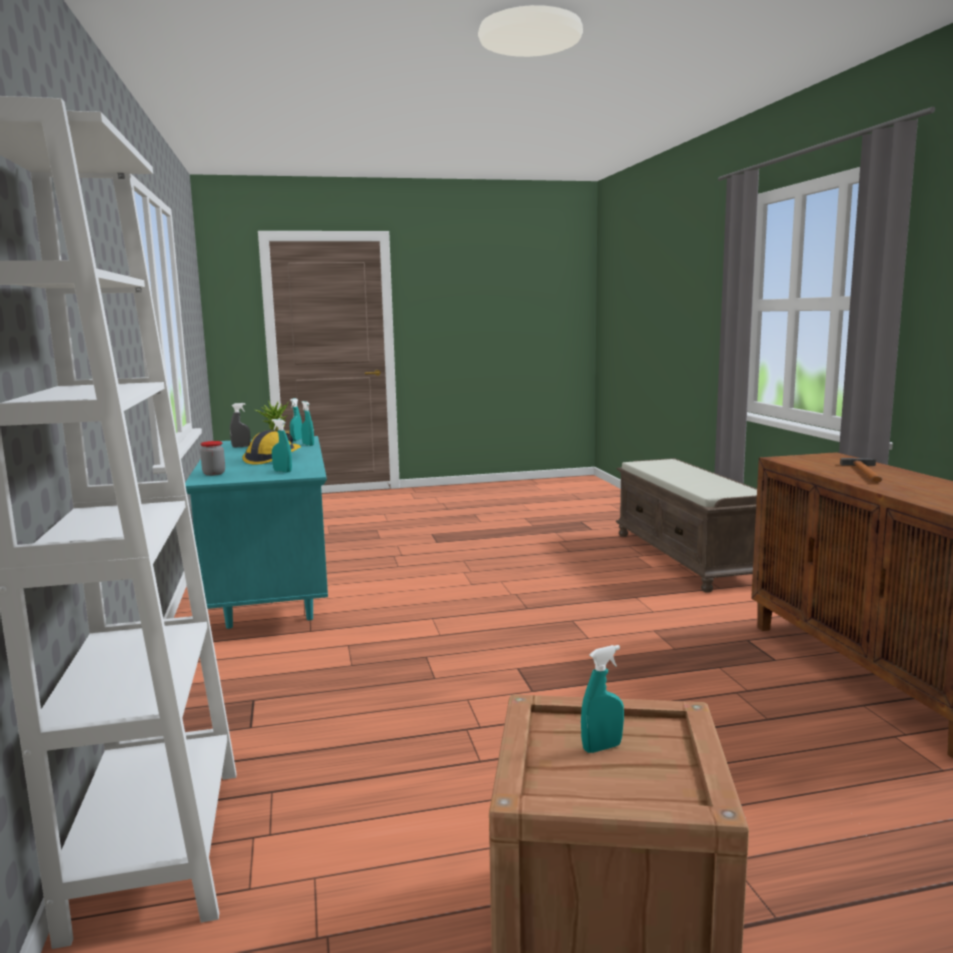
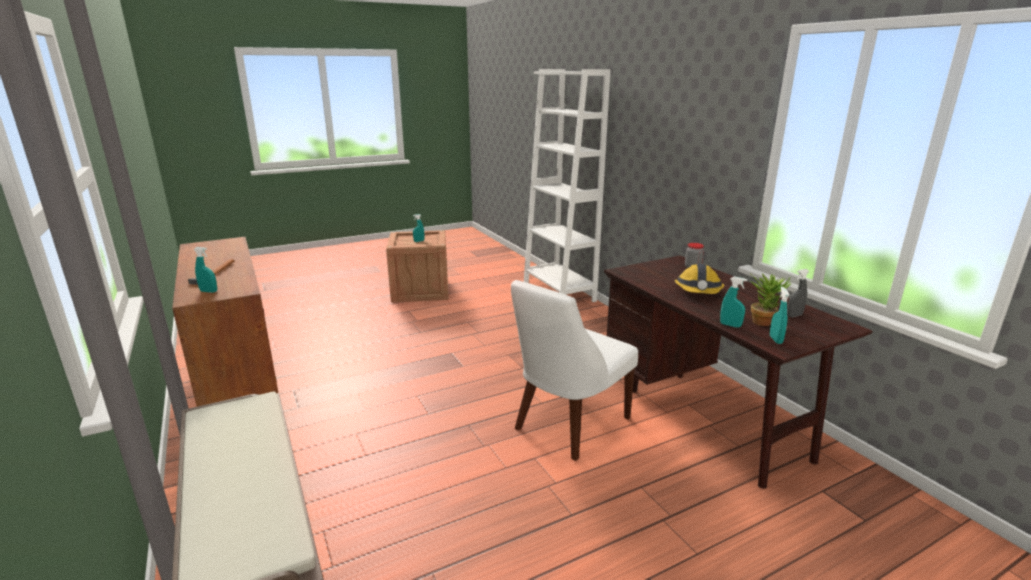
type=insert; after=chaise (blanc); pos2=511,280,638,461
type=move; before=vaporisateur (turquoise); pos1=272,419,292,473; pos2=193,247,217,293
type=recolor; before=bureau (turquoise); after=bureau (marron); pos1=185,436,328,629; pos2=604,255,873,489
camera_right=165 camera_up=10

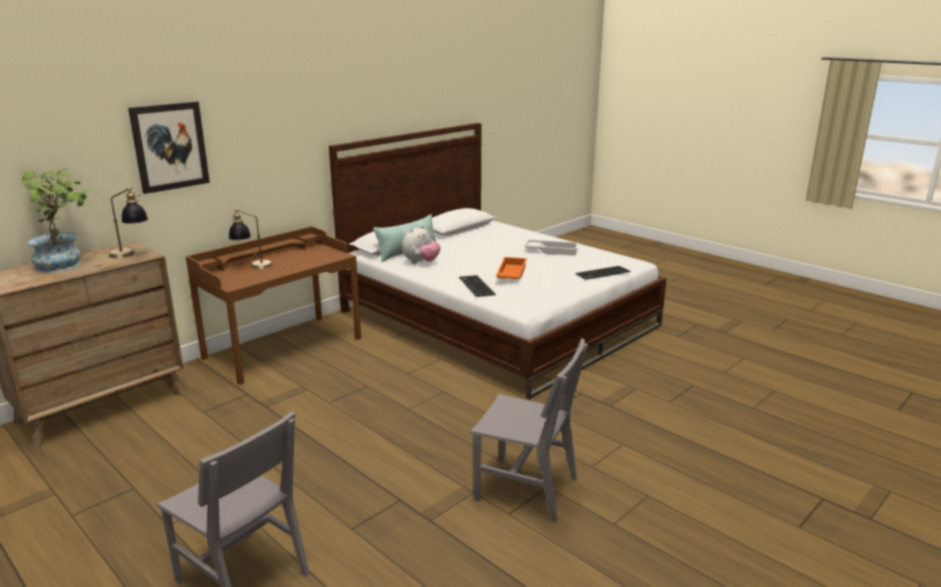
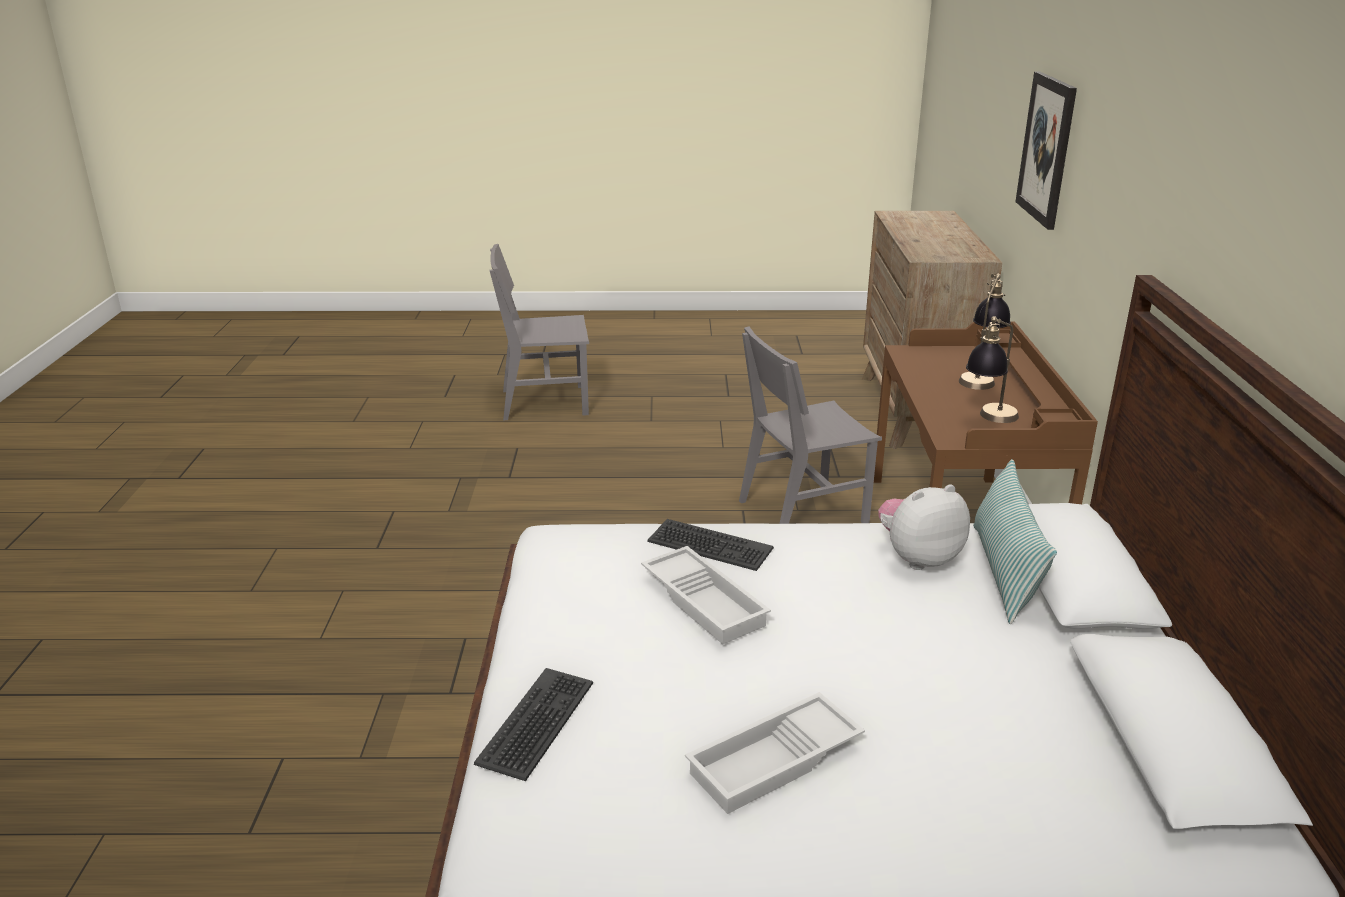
type=delete; before=plante en pot; pos1=19,169,91,272
type=move; before=lampe de table; pos1=109,187,148,258; pos2=966,316,1019,423
type=move; before=chaise (gris); pos1=470,338,588,523; pos2=739,326,882,524
type=recolor; before=plateau (orange); after=plateau (blanc); pos1=496,257,527,279; pos2=641,546,771,644
type=rotate; before=peluche; pos1=402,225,441,264; pos2=878,484,970,570; turn=75
camera_right=135 camera_up=5

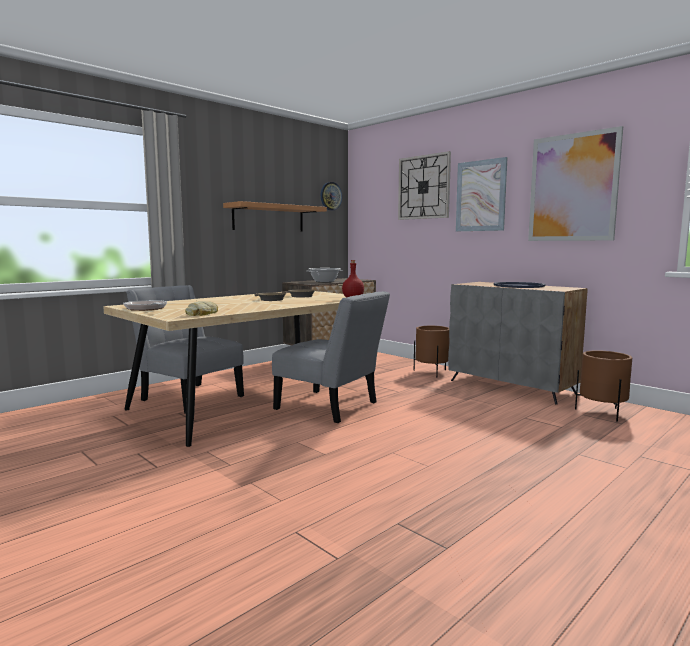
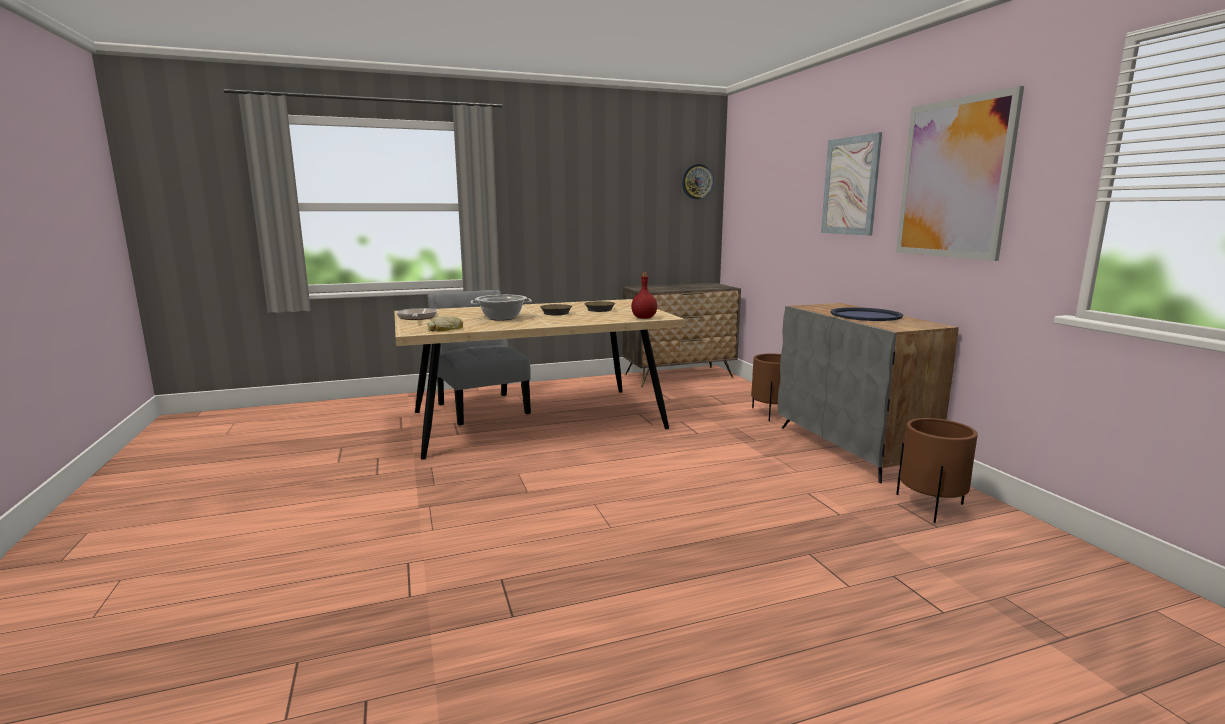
type=delete; before=étagère; pos1=223,201,327,231
type=delete; before=chaise (gris); pos1=272,291,390,423
type=delete; before=horloge murale; pos1=398,151,451,220
type=move; before=marmite; pos1=307,268,343,282; pos2=471,295,532,321
camera_right=25 camera_up=5

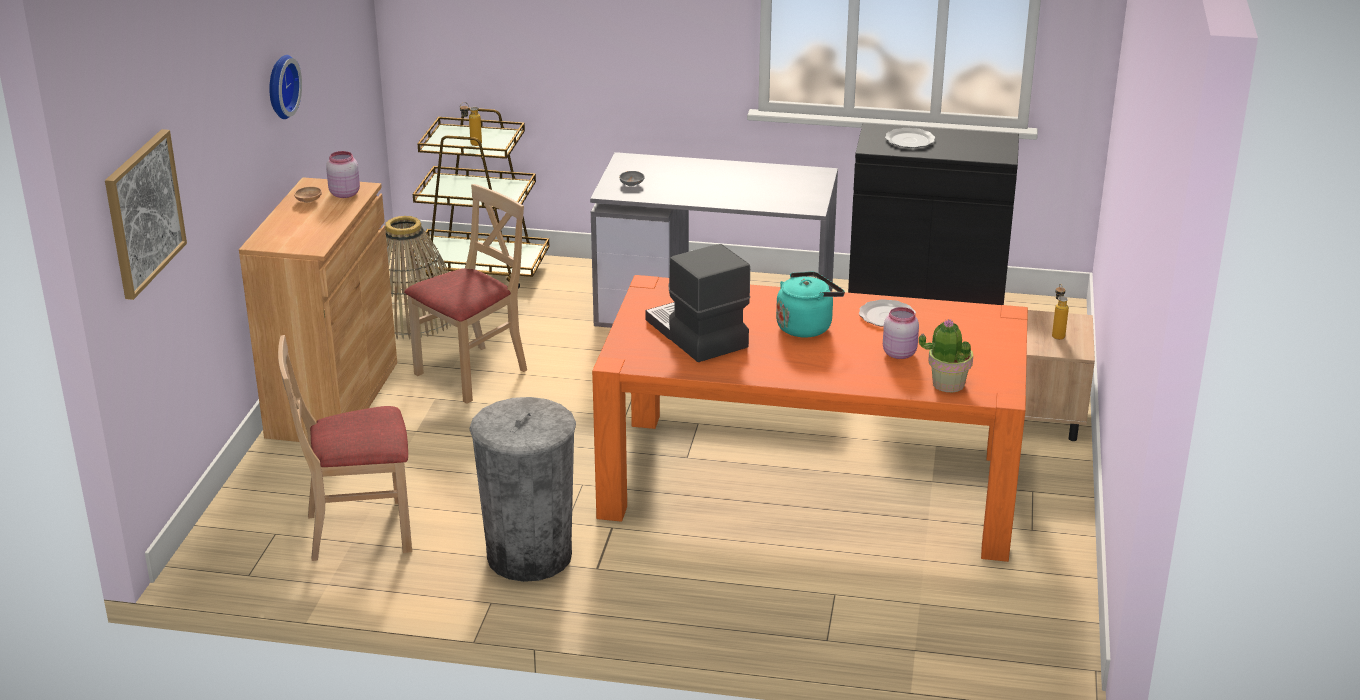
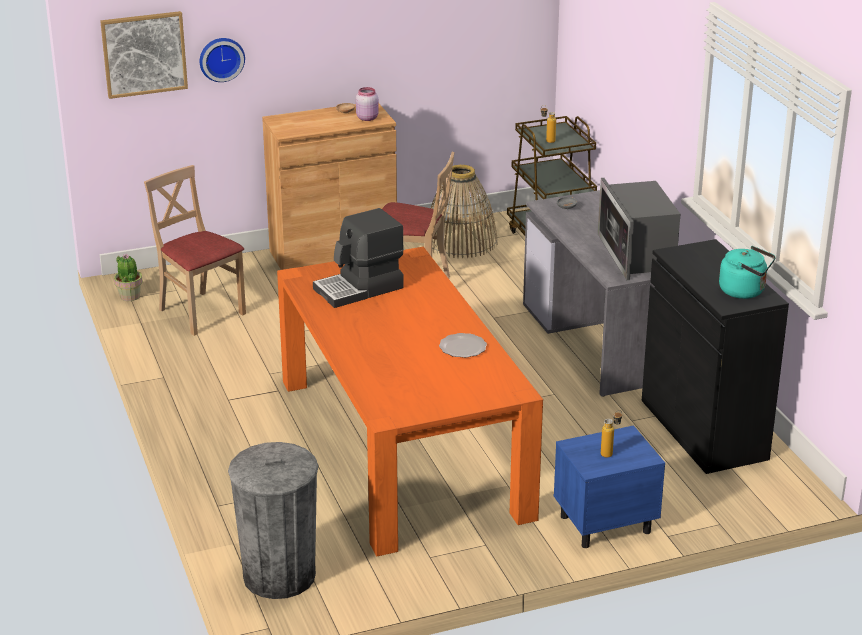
type=delete; before=bocal (rose); pos1=883,307,919,359
type=delete; before=assiette; pos1=885,128,935,148
type=insert; after=micro-ondes; pos2=598,178,680,280
type=move; before=horloge murale; pos1=269,55,302,119; pos2=200,38,245,82
type=move; before=poubelle (gris); pos1=470,397,576,582; pos2=228,442,319,599
type=move; before=bouilloire (turquoise); pos1=776,271,845,337; pos2=719,246,776,299
type=move; before=plante en pot; pos1=919,319,973,392; pos2=114,254,143,301
type=recolor; before=table de chevet (beige); after=table de chevet (bleu); pos1=1025,310,1095,441; pos2=554,425,665,548
type=rotate; before=machine à café; pos1=645,244,750,362; pos2=313,208,404,308; turn=-150
camera_right=60 camera_up=0

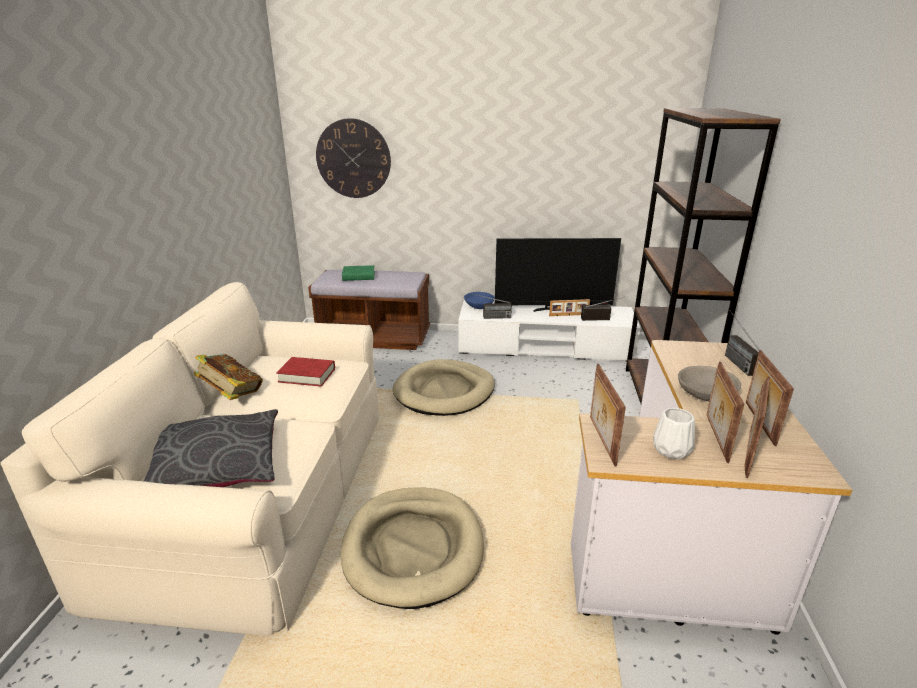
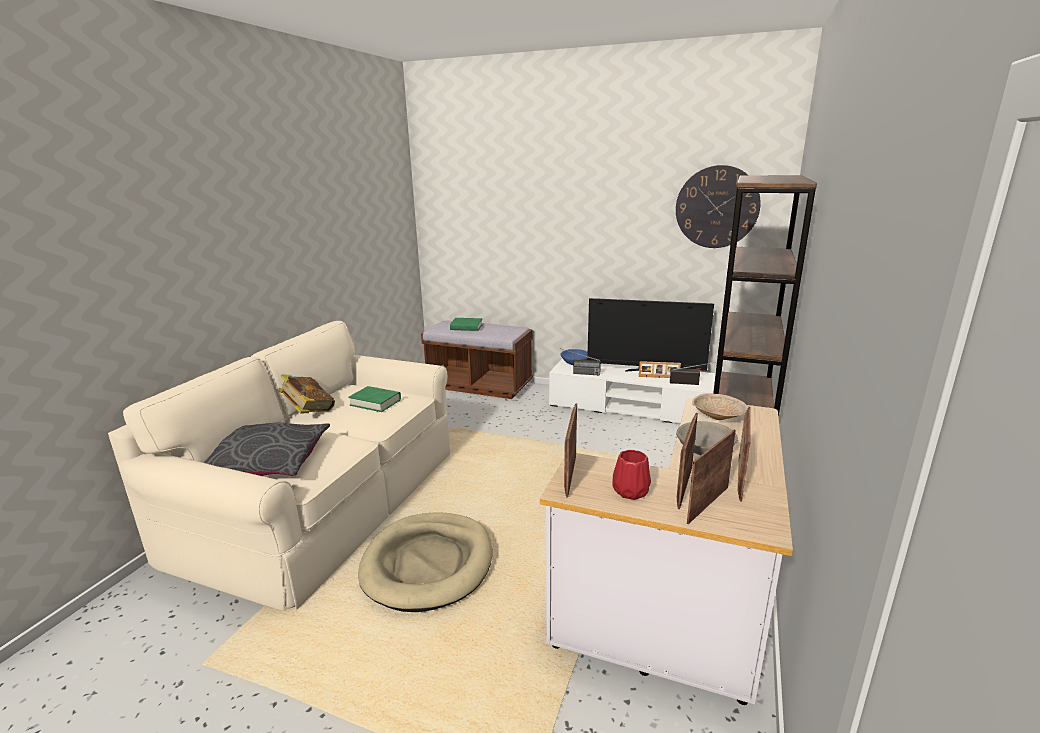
type=delete; before=panier pour chien (beige); pos1=393,359,495,416
type=delete; before=radio; pos1=725,310,760,376
type=insert; after=bol (beige); pos2=692,393,748,420
type=move; before=horloge murale; pos1=316,118,391,198; pos2=676,165,761,248
type=recolor; before=livre (rouge); after=livre (vert); pos1=276,357,335,386; pos2=348,386,401,412
type=recolor; before=vase (blanc); after=vase (rouge); pos1=653,408,695,459; pos2=612,450,651,500
camera_right=15 camera_up=-5

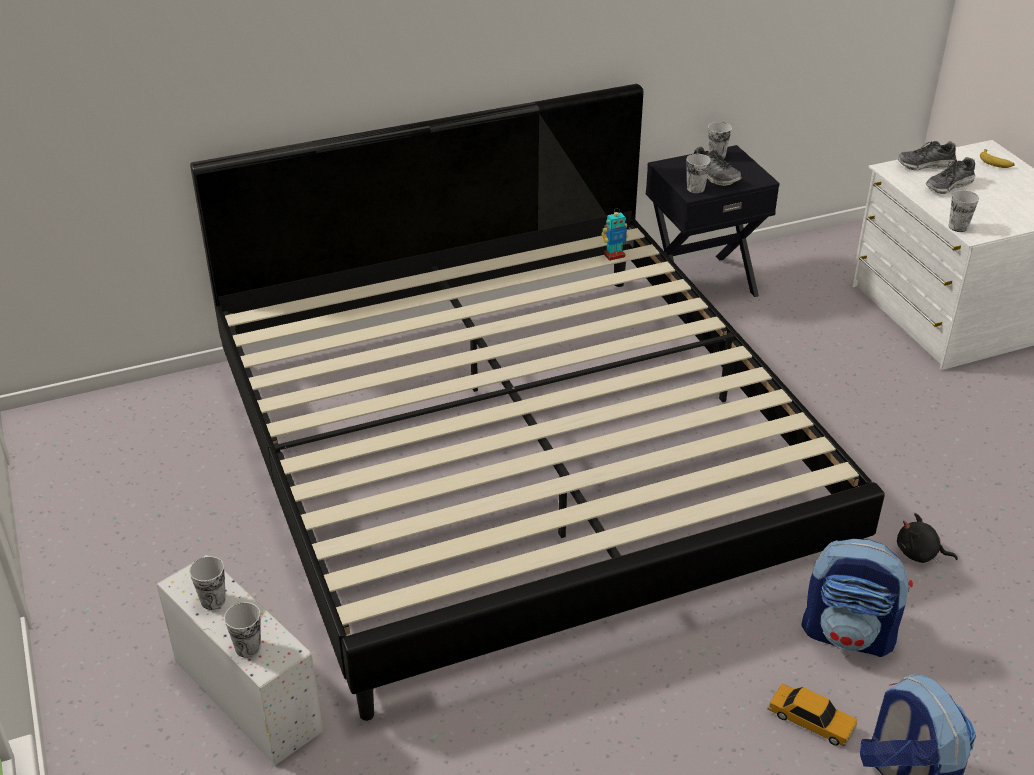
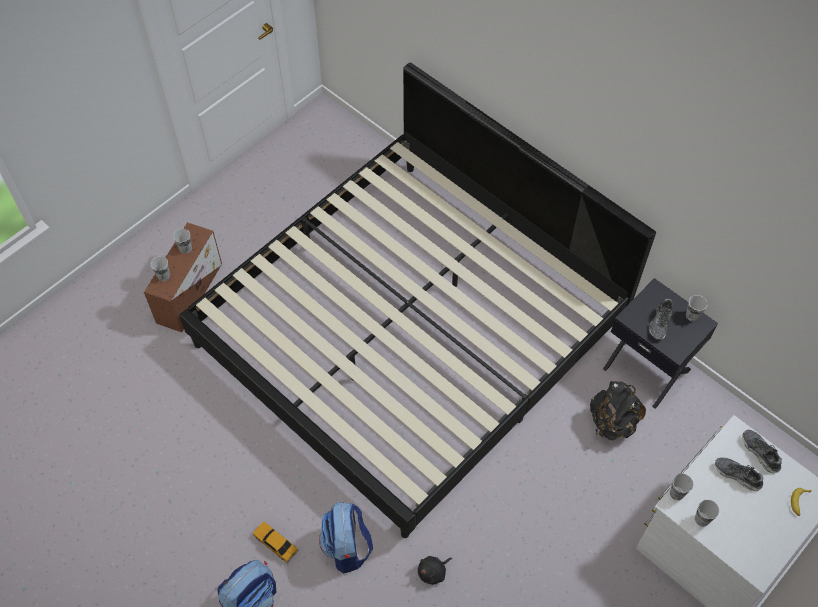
type=delete; before=robot jouet; pos1=602,208,628,261
type=insert; after=sac à dos (noir); pos2=590,381,646,440
type=move; before=tasse; pos1=686,154,711,193; pos2=695,499,719,526
type=recolor; before=boîte de rangement (blanc); after=boîte de rangement (marron); pos1=157,555,323,765; pos2=144,222,222,332
type=rotate; before=petite voiture; pos1=767,684,857,746; pos2=253,522,299,563; turn=120
type=rotate; before=peluche (noir); pos1=897,513,958,563; pos2=418,556,453,585; turn=-120
camera_right=65 camera_up=20

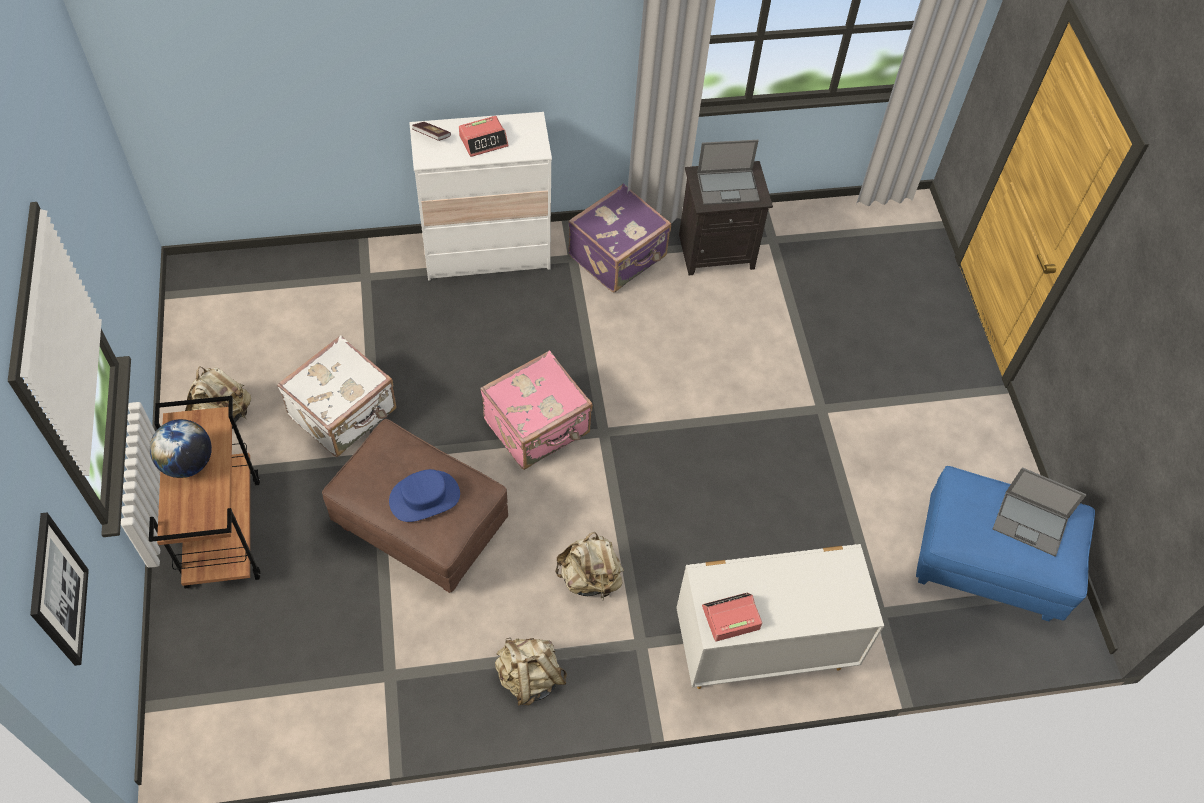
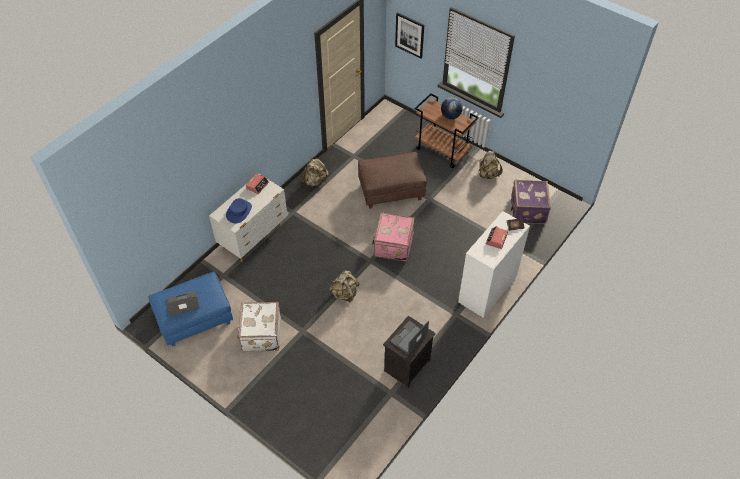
type=move; before=valise (blanc); pos1=277,335,397,457; pos2=237,302,281,352
type=move; before=chapeau (bleu); pos1=389,469,460,522; pos2=226,198,252,223
type=move; before=sac à dos (beige); pos1=555,532,624,600; pos2=329,270,359,303
type=move; before=valise (violet); pos1=568,184,671,292; pos2=510,180,551,224
camera_right=140 camera_up=-5

